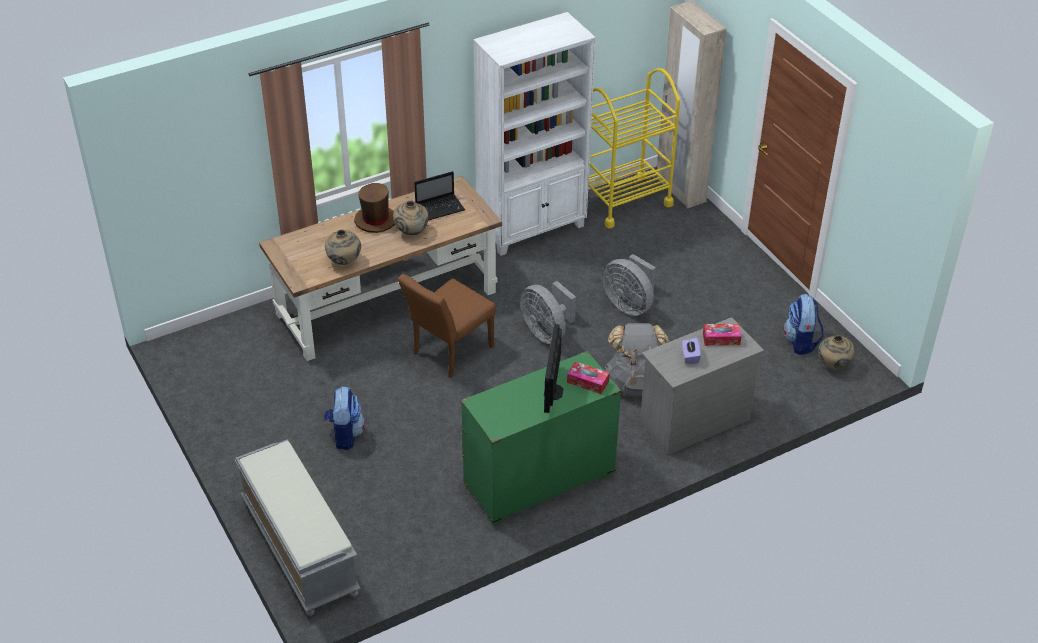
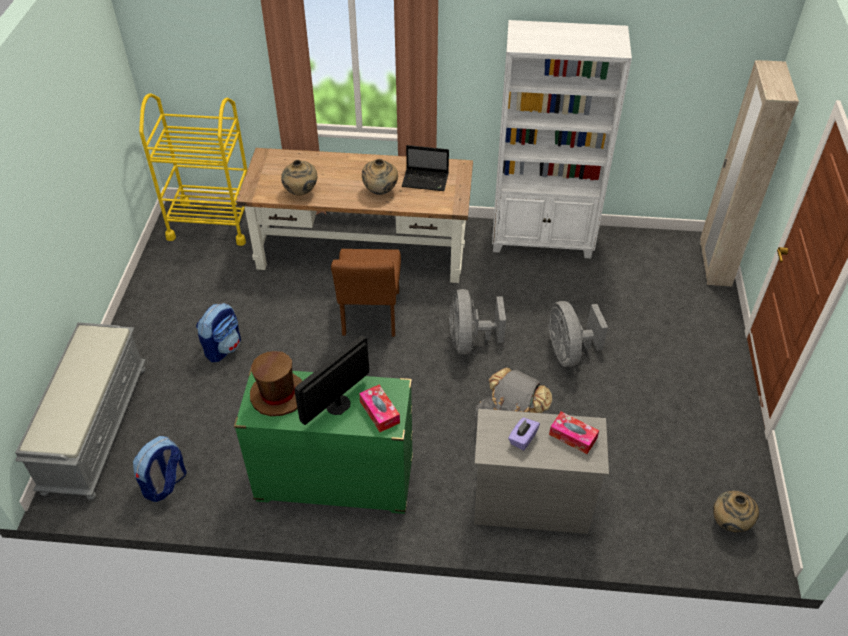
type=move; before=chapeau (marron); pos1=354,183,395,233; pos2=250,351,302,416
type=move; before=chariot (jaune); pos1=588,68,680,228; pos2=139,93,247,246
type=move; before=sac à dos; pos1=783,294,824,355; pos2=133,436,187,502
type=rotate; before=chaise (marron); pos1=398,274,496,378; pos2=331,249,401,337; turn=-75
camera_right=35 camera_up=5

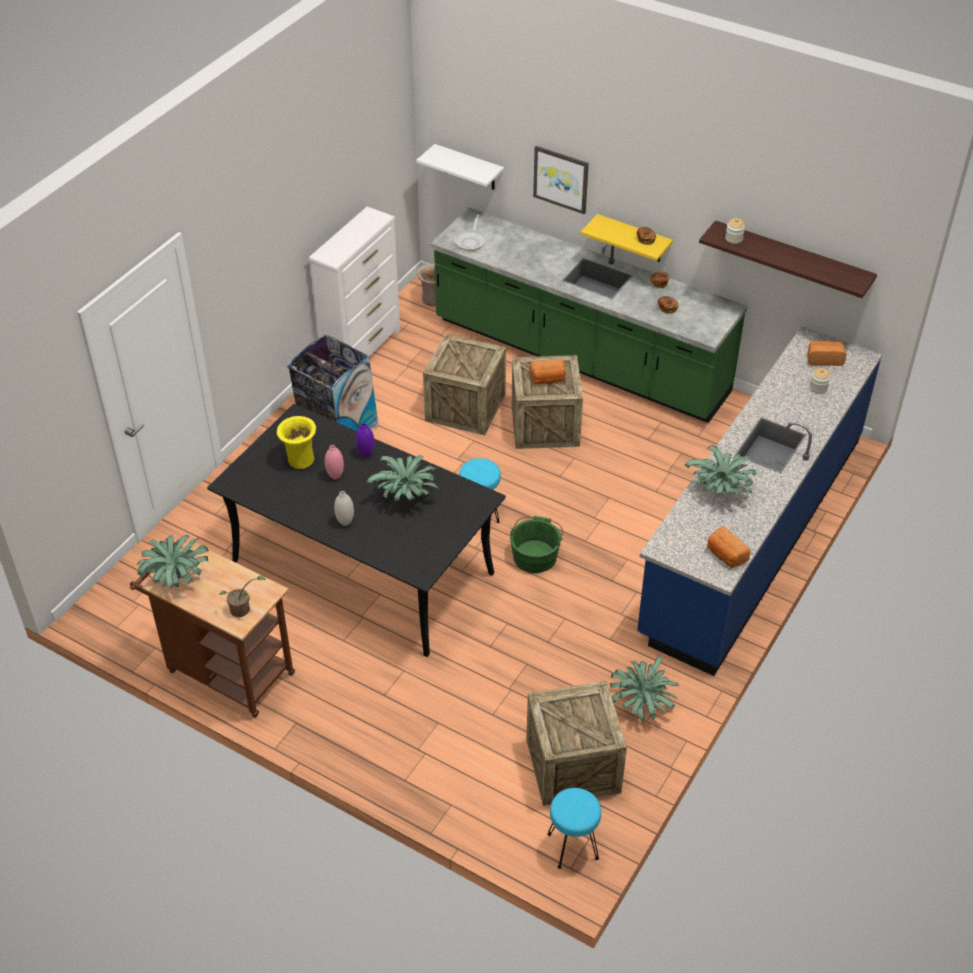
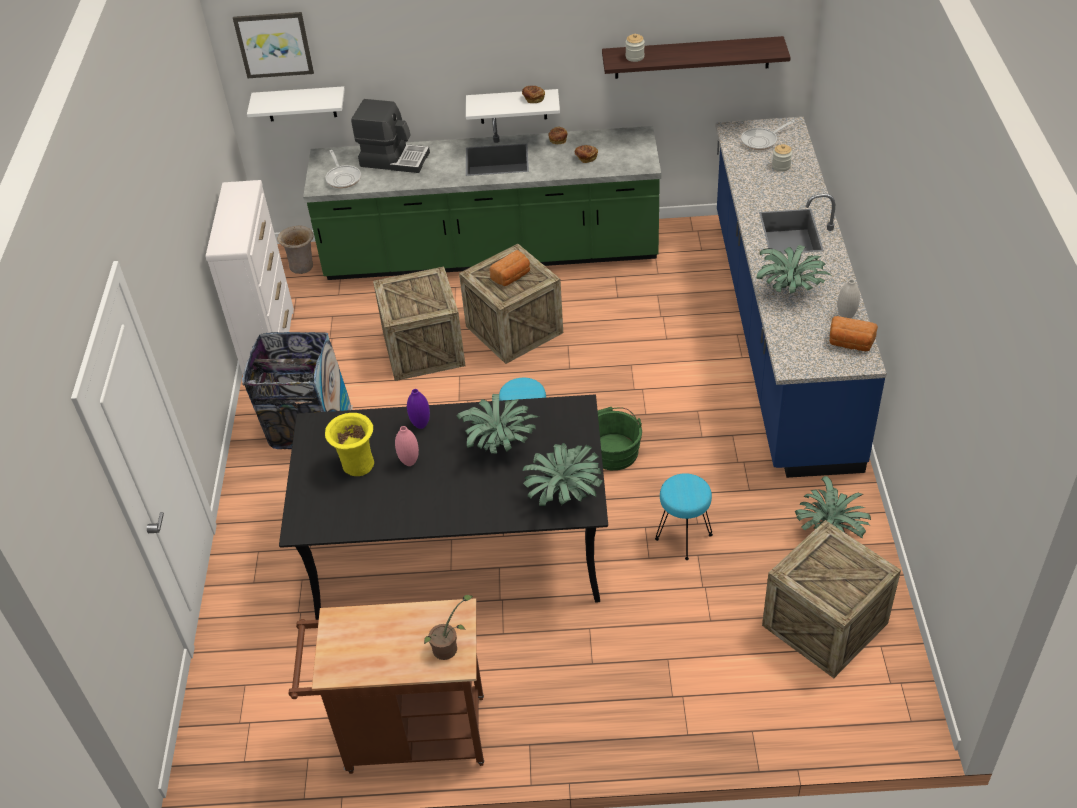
type=insert; after=machine à café; pos2=351,99,430,173
type=move; before=plante en pot; pos1=137,535,209,588; pos2=523,443,603,506
type=move; before=vase (blanc); pos1=334,491,354,526; pos2=837,279,860,318
type=move; before=tableau; pos1=533,146,589,214; pos2=233,12,314,78
type=move; before=tabouret (turquoise); pos1=547,788,601,869; pos2=655,473,713,560
type=replace; before=pain; after=poêle; pos1=808,341,847,366; pos2=741,120,795,150
type=recolor; before=étagère (jaune); after=étagère (blanc); pos1=581,214,673,262; pos2=466,89,560,124
camera_right=-30 camera_up=0

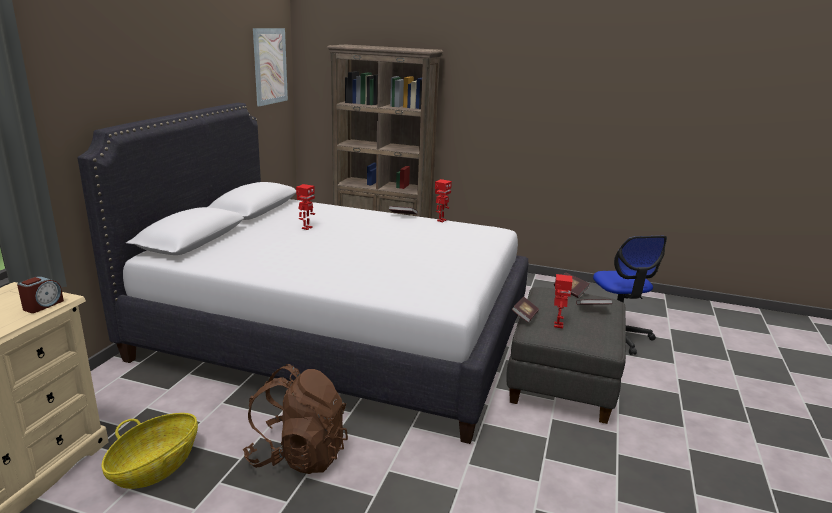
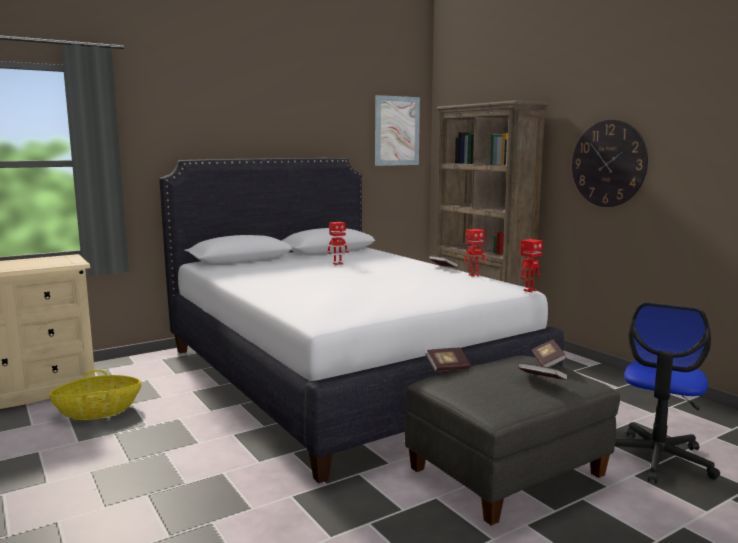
type=delete; before=réveil; pos1=17,276,64,313
type=delete; before=sac à dos (marron); pos1=243,364,348,474
type=insert; after=horloge murale; pos2=572,120,648,207
type=move; before=robot jouet; pos1=554,274,572,329; pos2=521,239,543,292
camera_right=40 camera_up=-10

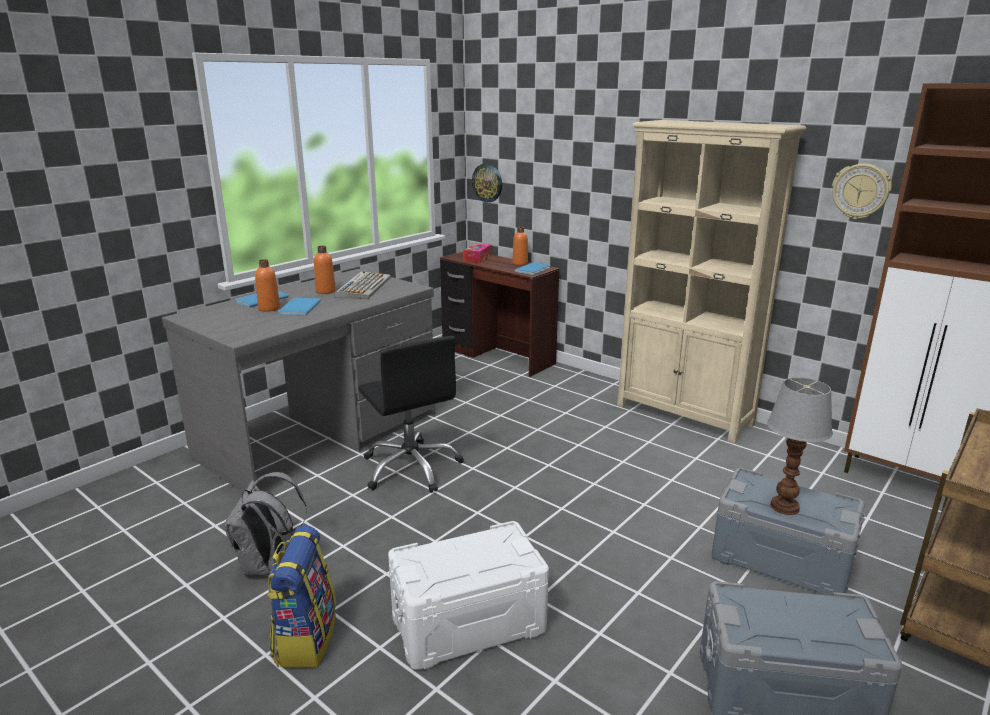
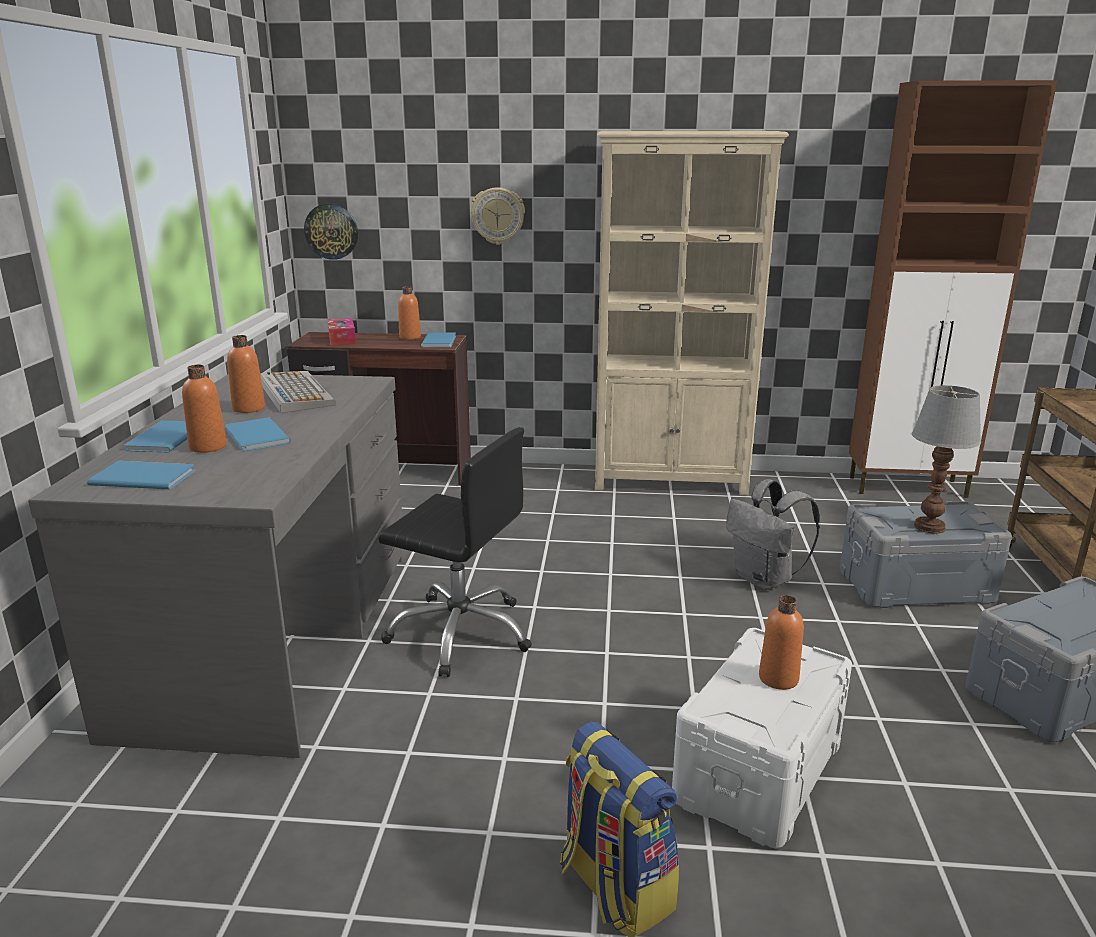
type=insert; after=livre (bleu); pos2=87,461,195,490
type=insert; after=bouteille (orange); pos2=759,595,804,690
type=move; before=sac à dos (gris); pos1=225,472,307,576; pos2=726,479,820,590
type=move; before=horloge murale; pos1=832,164,892,219; pos2=470,187,525,245
camera_right=-35 camera_up=0

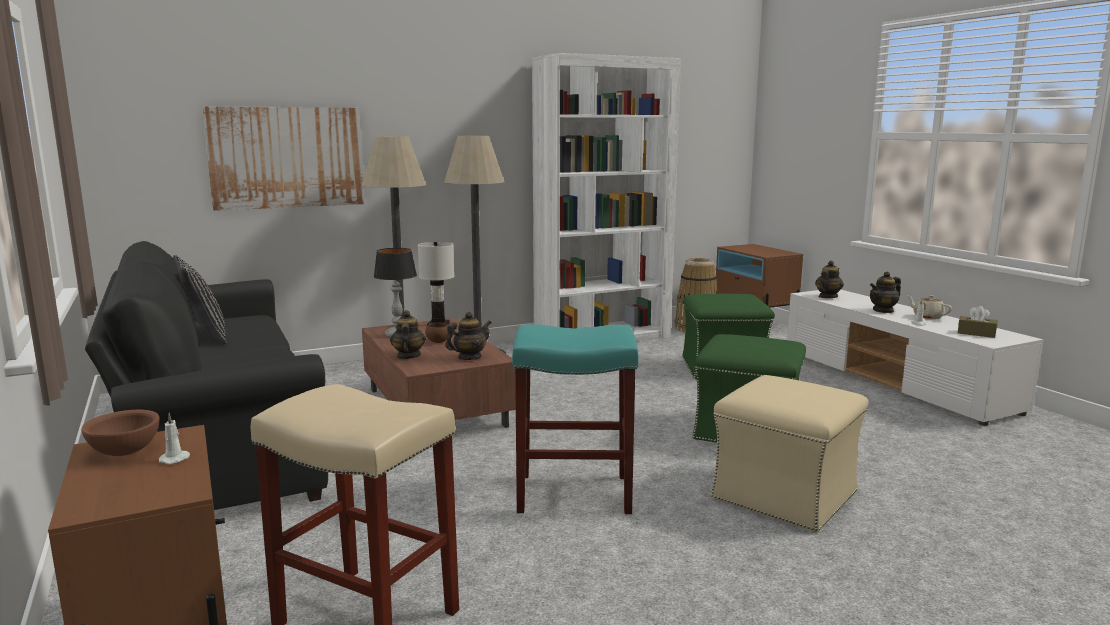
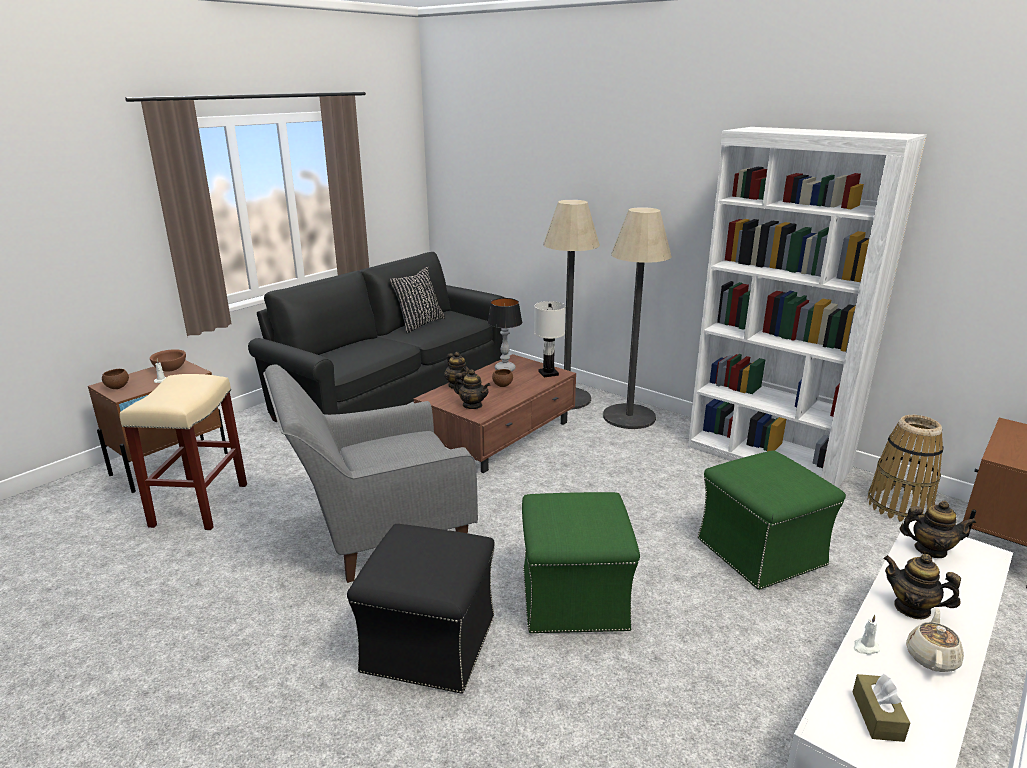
type=delete; before=tableau; pos1=202,106,365,211
type=insert; after=bol (marron); pos2=102,369,129,389
type=replace; before=tabouret (turquoise); after=fauteuil (gris); pos1=512,324,639,514; pos2=263,365,478,583
type=recolor; before=pouf (beige); after=pouf (noir); pos1=711,375,868,532; pos2=347,524,495,694
type=rotate; before=théière; pos1=390,310,426,359; pos2=444,352,470,389; turn=90
camera_right=65 camera_up=10

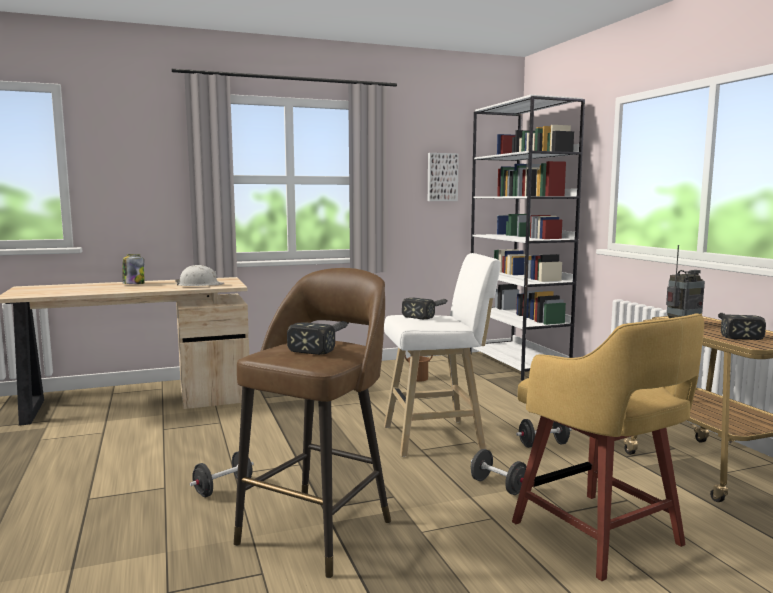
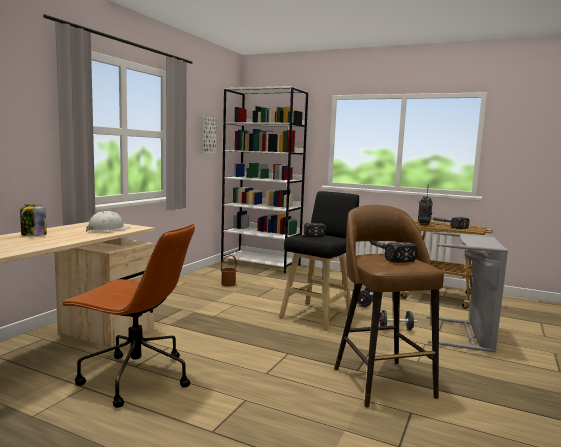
type=delete; before=haltère (noir); pos1=190,451,254,497
type=insert; after=chaise de bureau (marron); pos2=60,223,195,408
type=replace; before=tabouret (jaune); after=panier à linge (gris); pos1=512,313,704,581; pos2=426,232,508,353
type=recolor; before=tabouret (blanc); after=tabouret (noir); pos1=384,253,500,457; pos2=279,191,359,330
camera_right=-45 camera_up=0

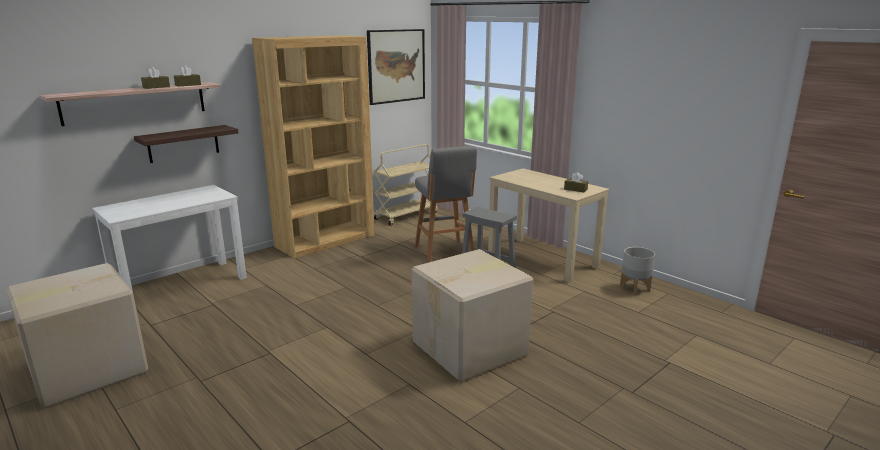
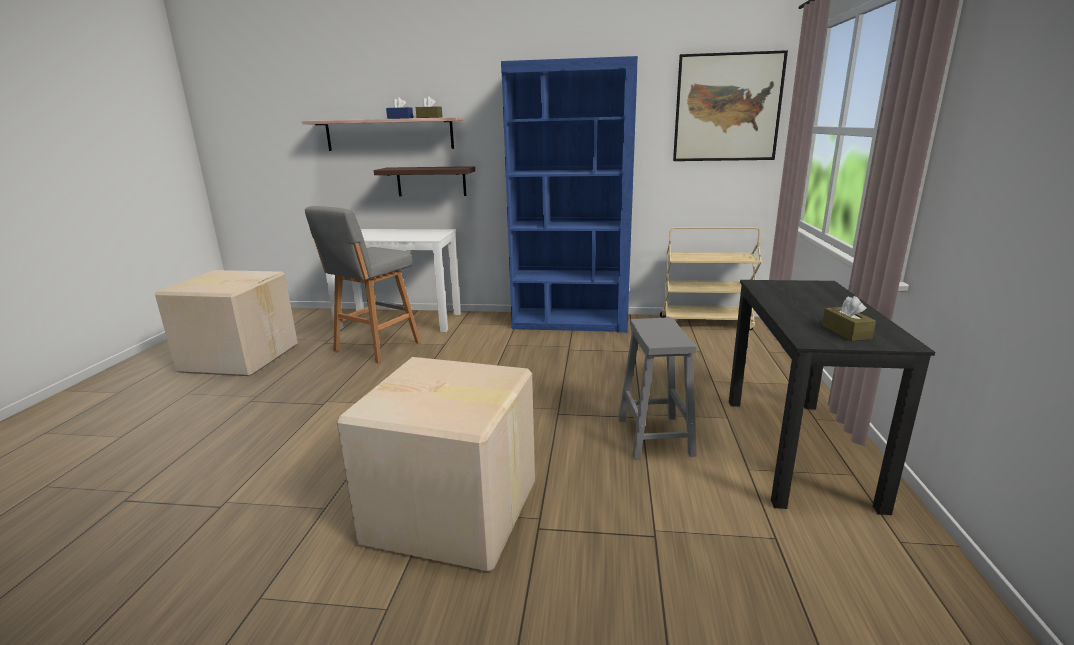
type=delete; before=cache-pot (gris); pos1=620,247,655,296
type=move; before=tabouret (gris); pos1=415,146,477,263; pos2=305,206,421,363
type=recolor; before=boîte à mouchoirs (marron); after=boîte à mouchoirs (bleu); pos1=141,67,170,89; pos2=386,97,413,119
type=recolor; before=bibliothèque (marron); after=bibliothèque (bleu); pos1=252,35,375,259; pos2=501,56,638,333
type=recolor; before=bureau (beige); after=bureau (noir); pos1=488,168,610,283; pos2=729,280,935,515
camera_right=50 camera_up=0

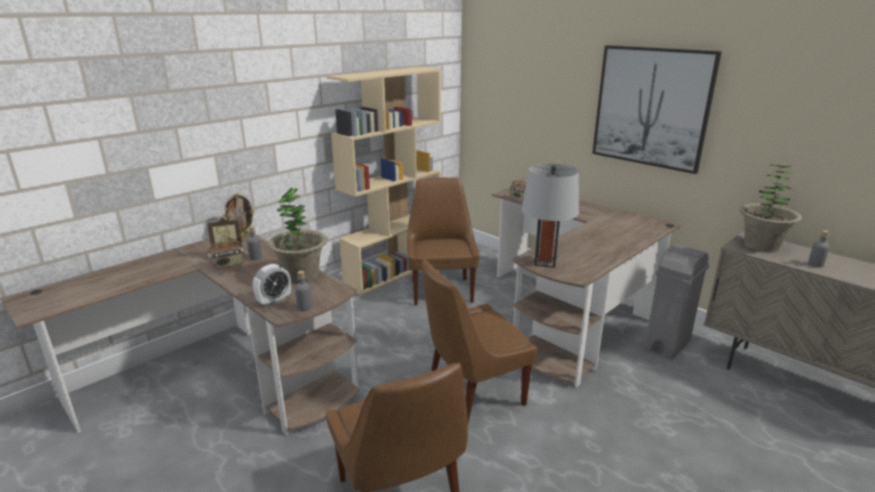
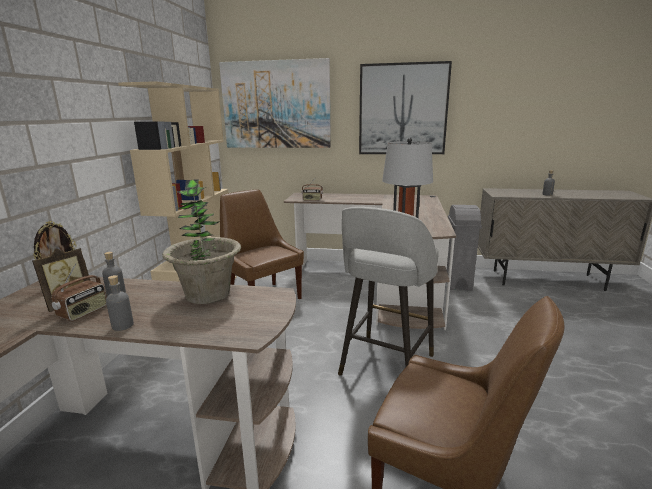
type=delete; before=réveil; pos1=253,264,291,306
type=delete; before=plante en pot; pos1=739,165,802,252
type=insert; after=tableau; pos2=219,58,331,148
type=move; before=bouteille (gris); pos1=295,271,312,311; pos2=106,275,134,331
type=replace; before=chaise (marron); after=tabouret (gris); pos1=422,259,537,423; pos2=338,207,439,375
camera_right=-35 camera_up=-5

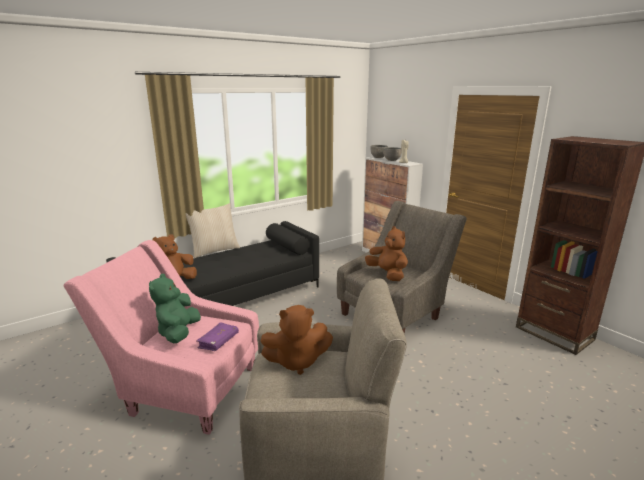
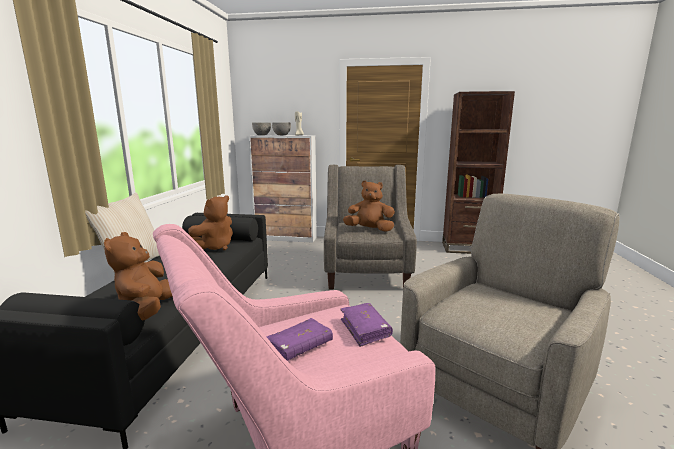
type=move; before=peluche (marron); pos1=261,305,333,375; pos2=188,195,233,250
type=replace; before=peluche (vert); after=livre (violet); pos1=149,273,201,343; pos2=266,318,333,361
camera_right=-45 camera_up=-5

